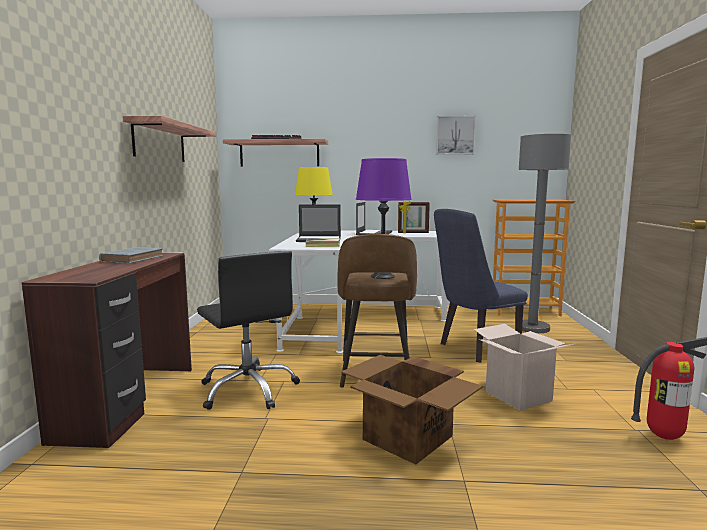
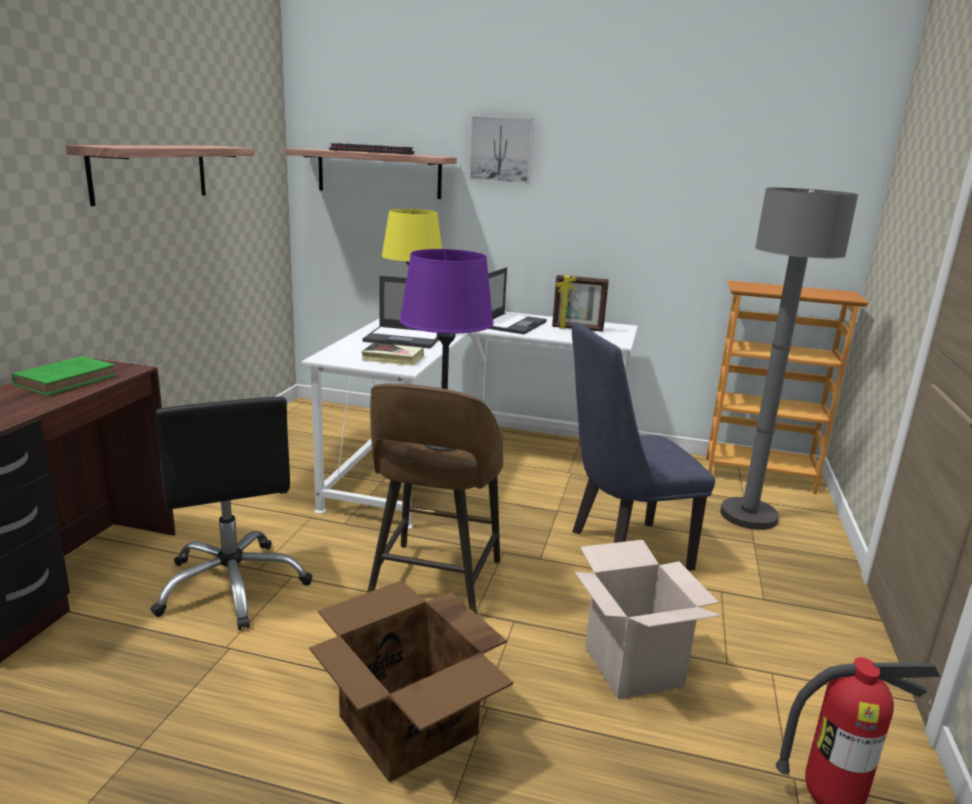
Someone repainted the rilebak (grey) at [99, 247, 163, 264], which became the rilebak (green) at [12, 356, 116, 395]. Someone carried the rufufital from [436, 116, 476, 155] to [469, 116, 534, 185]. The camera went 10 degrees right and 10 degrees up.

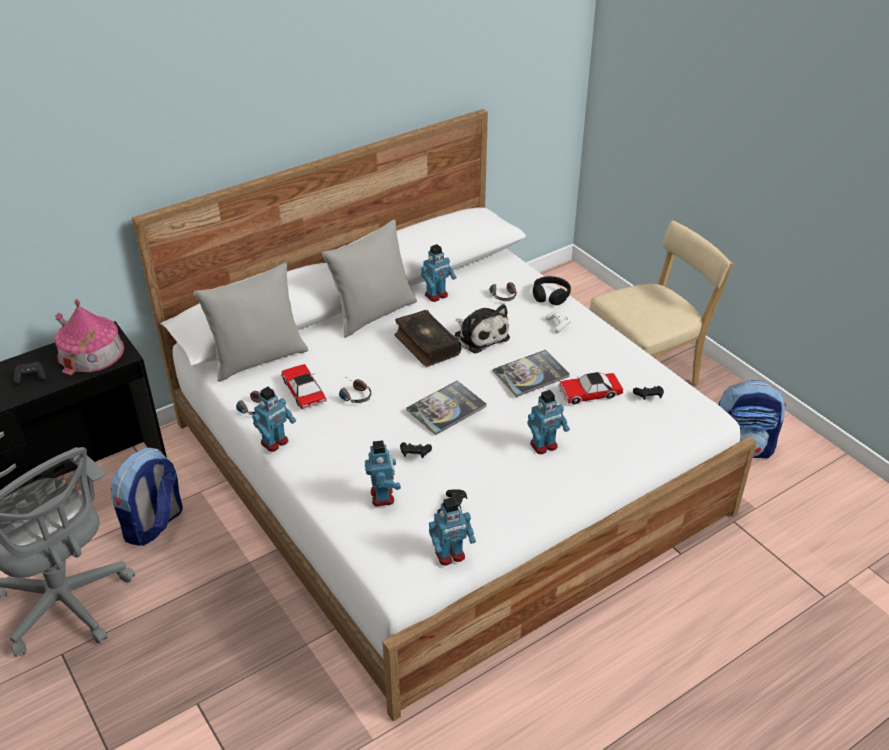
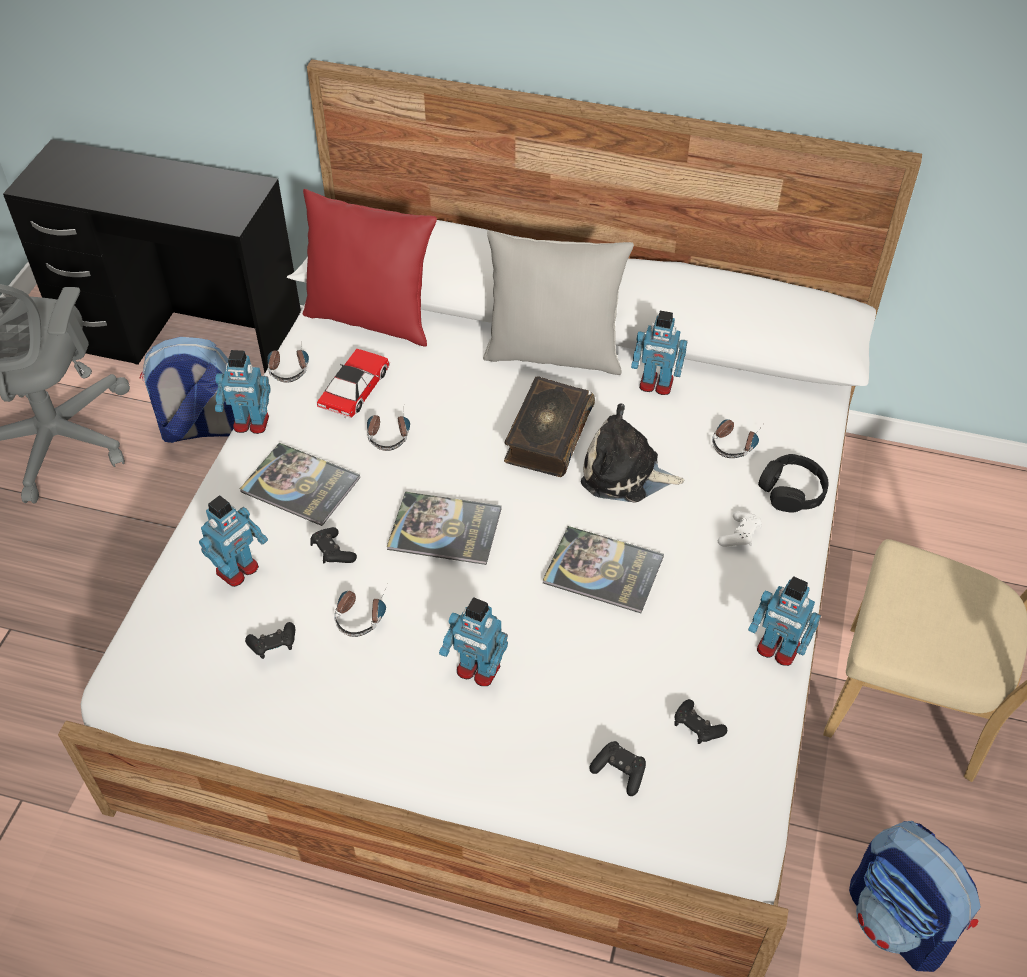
Someone carried the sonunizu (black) from [14, 362, 47, 386] to [590, 741, 646, 796]. Someone took away the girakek at [54, 299, 125, 376]. Someone repainted the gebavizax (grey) at [193, 263, 308, 382], which became the gebavizax (red) at [303, 189, 437, 347]. Someone carried the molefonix from [429, 497, 476, 565] to [748, 576, 821, 666]. Someone rotated the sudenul at [454, 304, 510, 354] by 90 degrees clockwise. Someone took away the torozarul at [558, 372, 623, 404]. Someone put down the rilebak at [240, 443, 360, 526]. Someone put down the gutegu at [334, 584, 388, 637]. The camera went 50 degrees right and 10 degrees up.

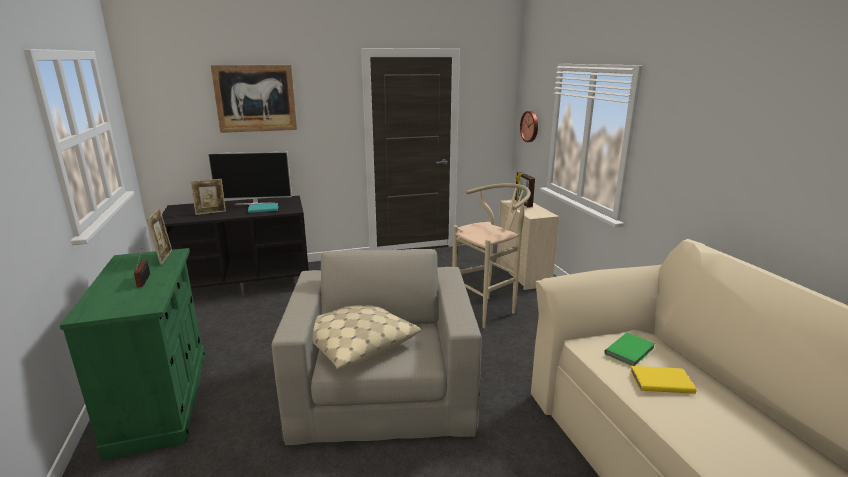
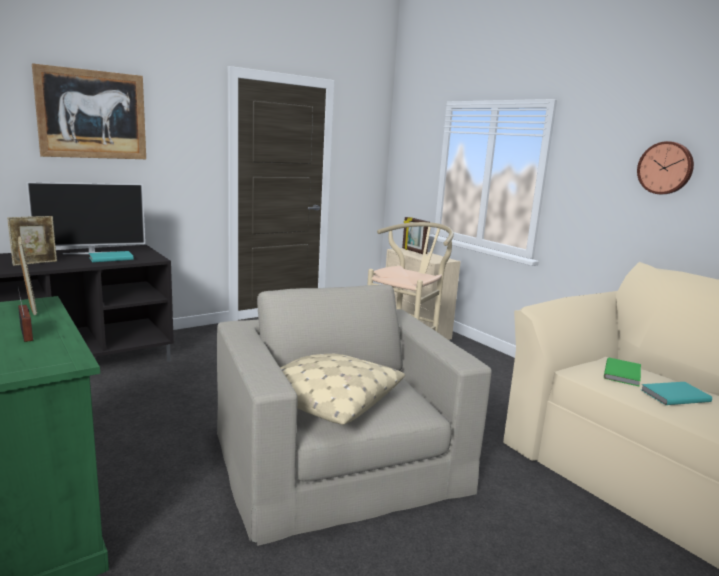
Someone carried the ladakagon from [520, 111, 538, 142] to [637, 141, 694, 194]. Someone repainted the rilebak (yellow) at [630, 366, 696, 394], which became the rilebak (turquoise) at [641, 382, 712, 405]. The camera went 20 degrees left and 5 degrees down.

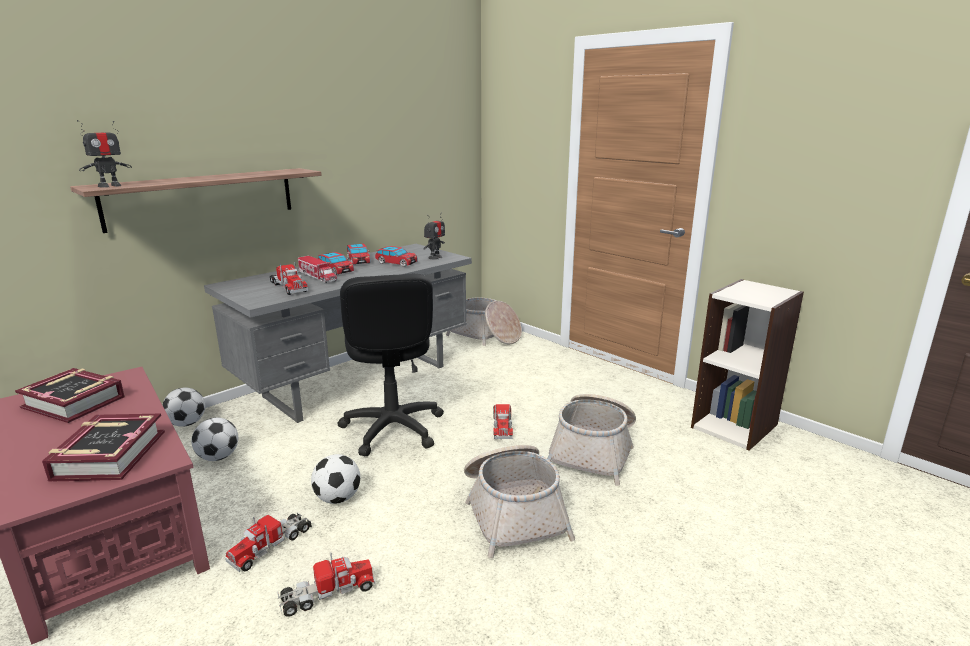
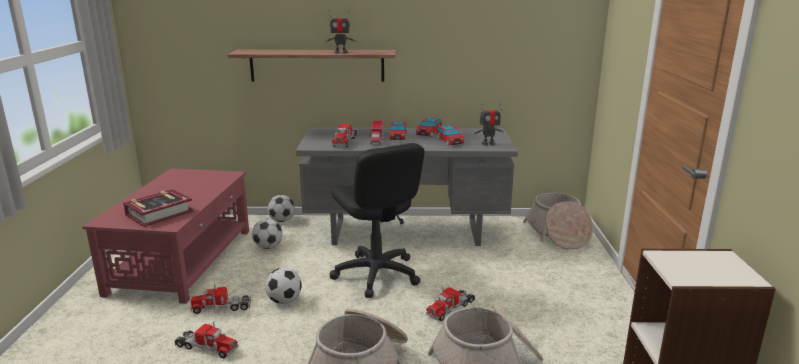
Someone took away the rilebak at [15, 368, 125, 423]. Someone carried the molefonix from [77, 120, 132, 188] to [325, 11, 356, 54]. Someone rotated the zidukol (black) at [337, 274, 444, 456] by 60 degrees counterclockwise. The camera went 45 degrees right and 0 degrees up.

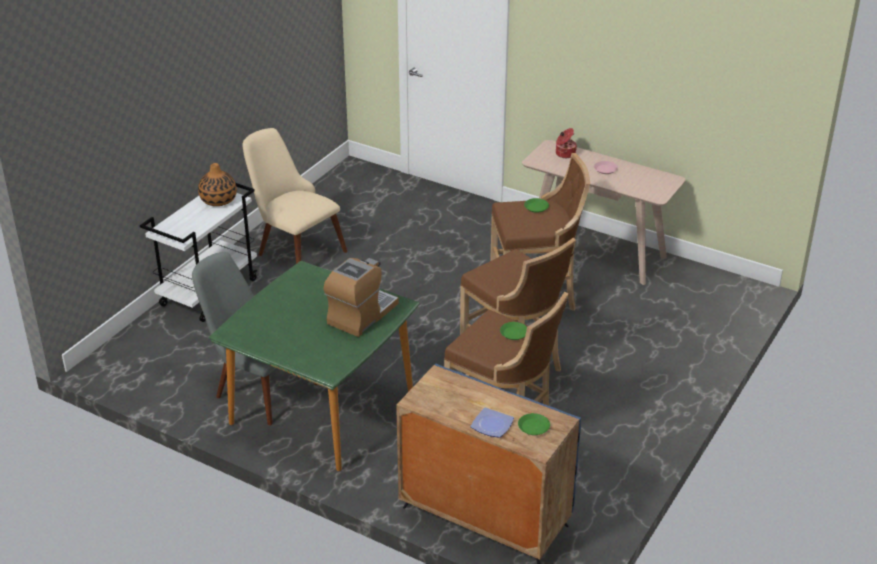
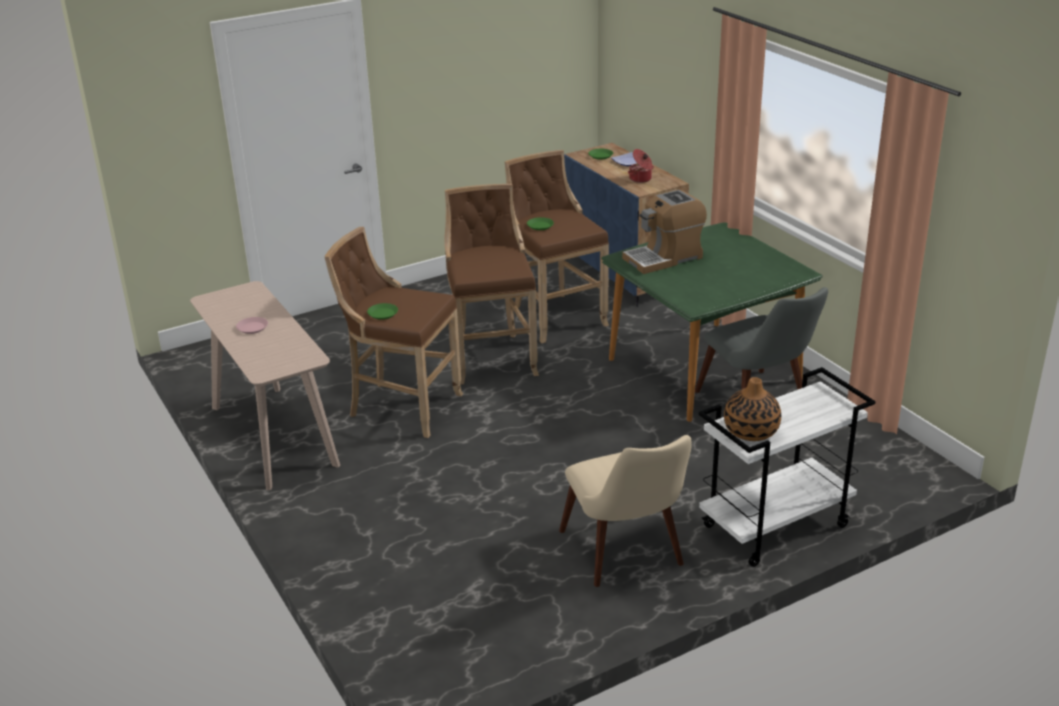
Someone carried the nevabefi from [556, 128, 577, 158] to [628, 149, 654, 183]. The camera went 150 degrees left and 5 degrees down.

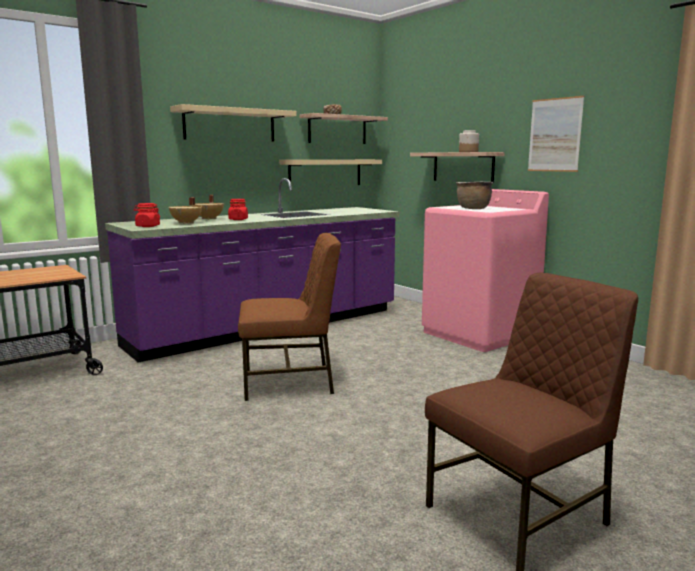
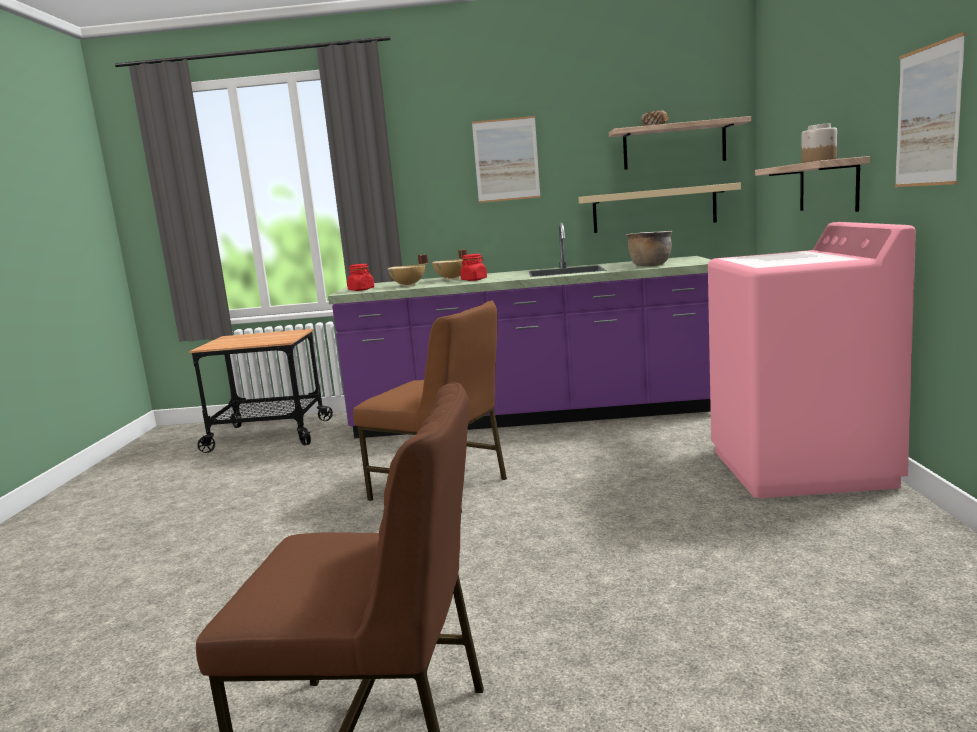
Someone swapped the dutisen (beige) at [170, 104, 297, 141] for the rufufital at [472, 116, 540, 203]. Someone carried the nevabefi (brown) from [456, 182, 493, 209] to [626, 231, 672, 266]. The camera went 40 degrees right and 0 degrees up.

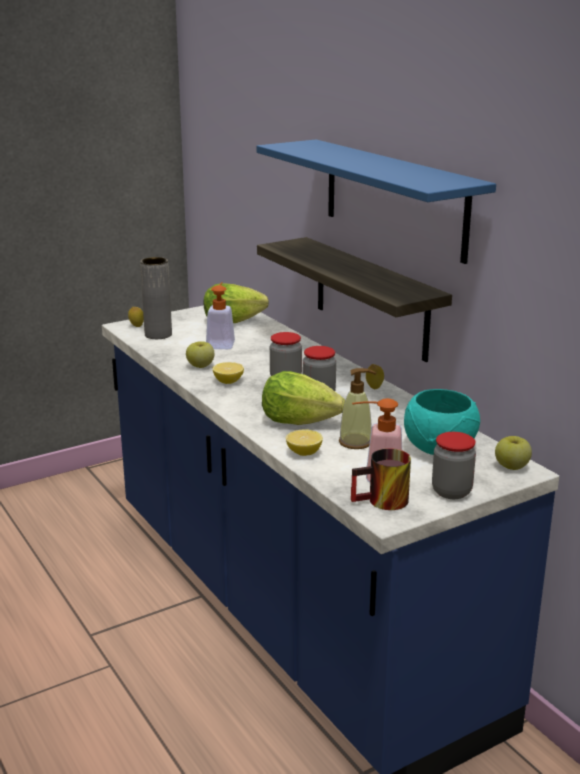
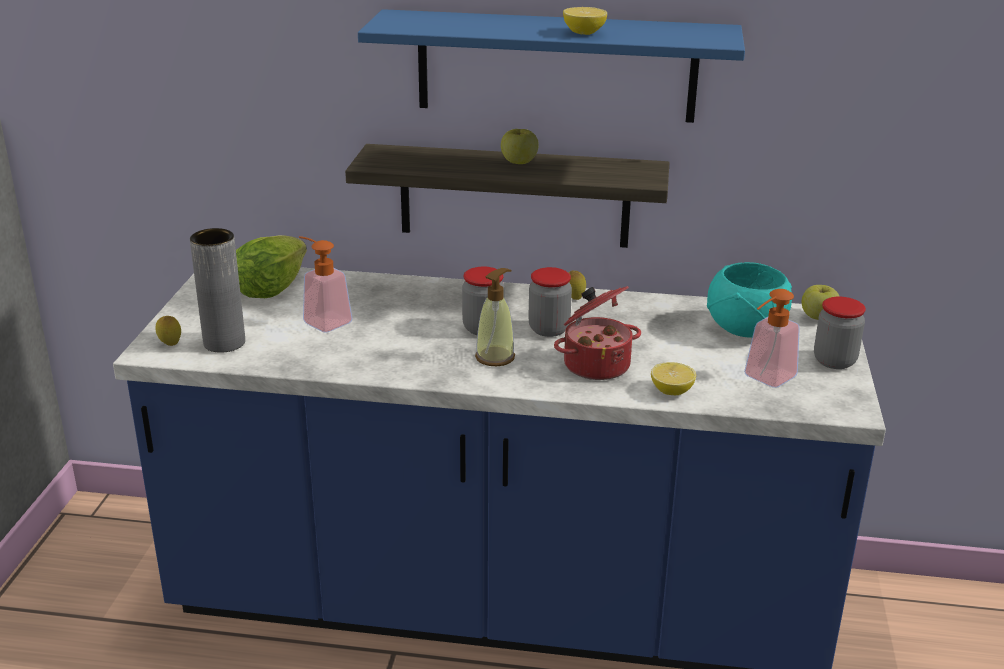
Someone carried the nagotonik from [186, 341, 214, 368] to [501, 129, 539, 164]. Someone carried the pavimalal from [212, 362, 244, 384] to [563, 7, 607, 35]. Someone swapped the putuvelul at [262, 371, 345, 425] for the nevabefi at [554, 286, 641, 380]. Someone carried the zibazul from [339, 368, 376, 449] to [475, 268, 515, 366]. Someone took away the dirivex at [351, 448, 411, 510]. The camera went 50 degrees left and 5 degrees up.

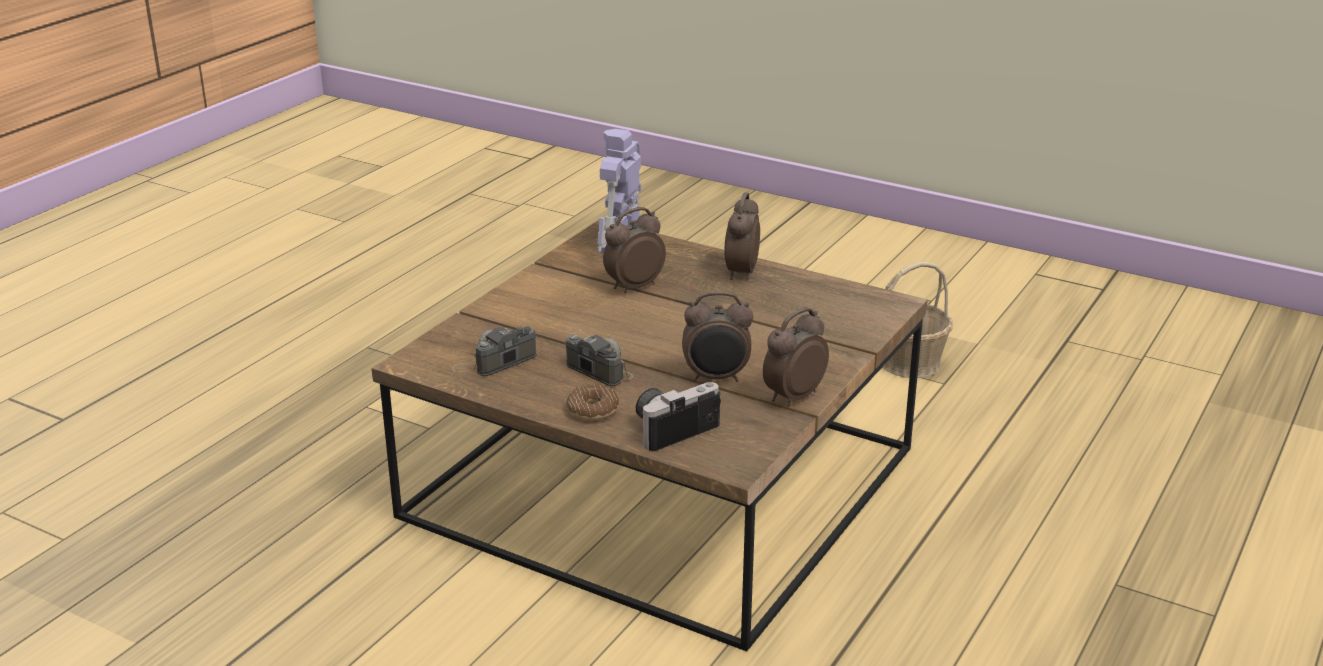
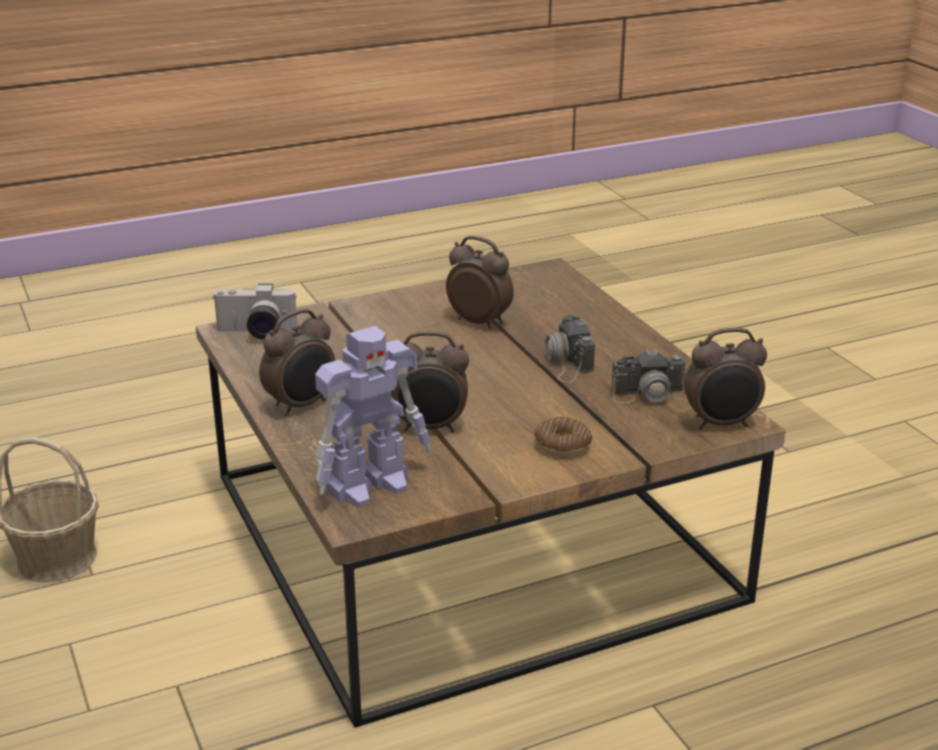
Someone carried the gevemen from [566, 385, 619, 421] to [534, 417, 592, 456]. Someone carried the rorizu from [636, 382, 721, 451] to [212, 284, 297, 340]. Someone carried the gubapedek from [763, 307, 829, 406] to [684, 328, 767, 430]. The camera went 145 degrees left and 0 degrees up.

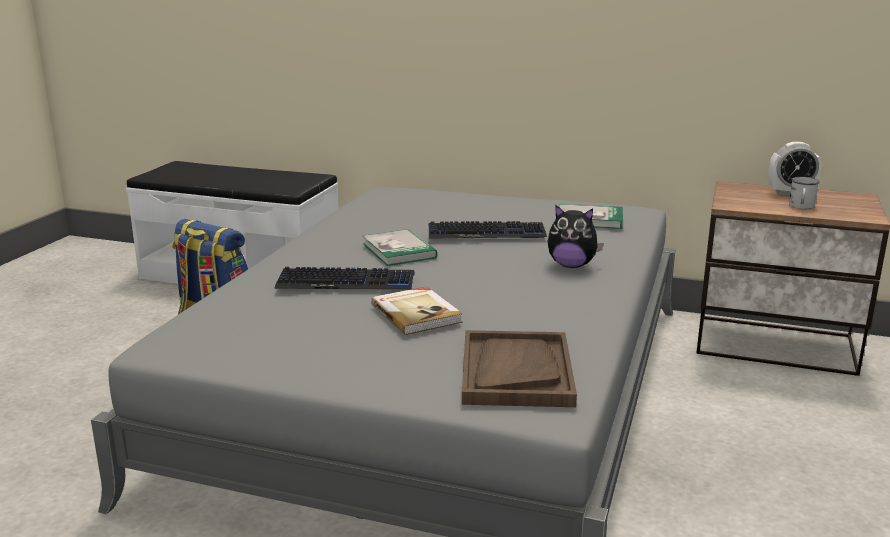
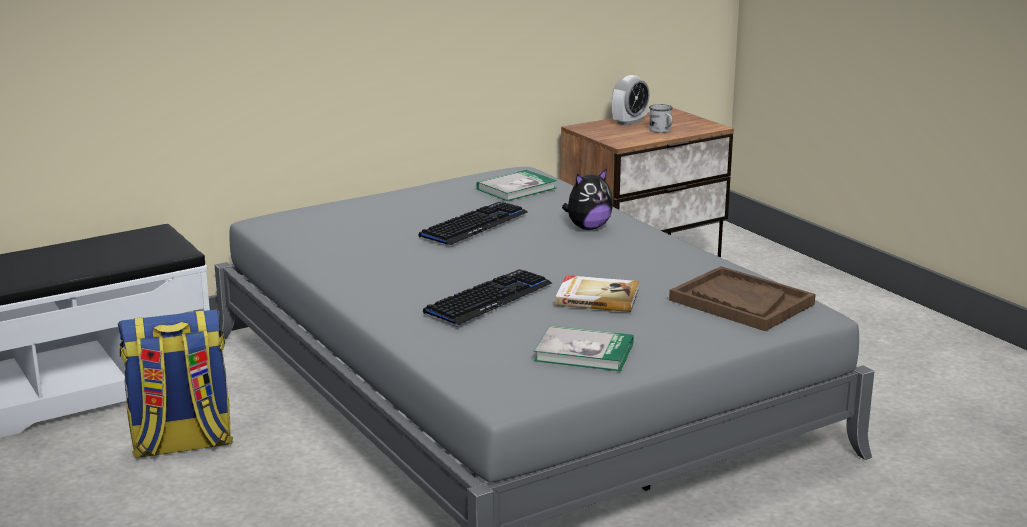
Someone carried the rilebak from [363, 229, 437, 266] to [534, 326, 634, 371]. The camera went 50 degrees left and 0 degrees up.

